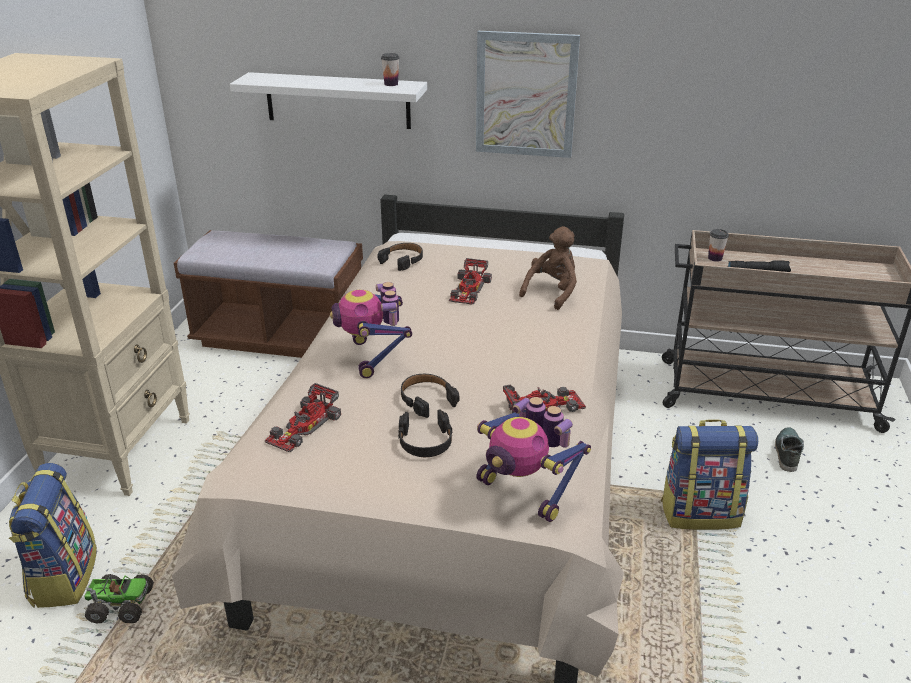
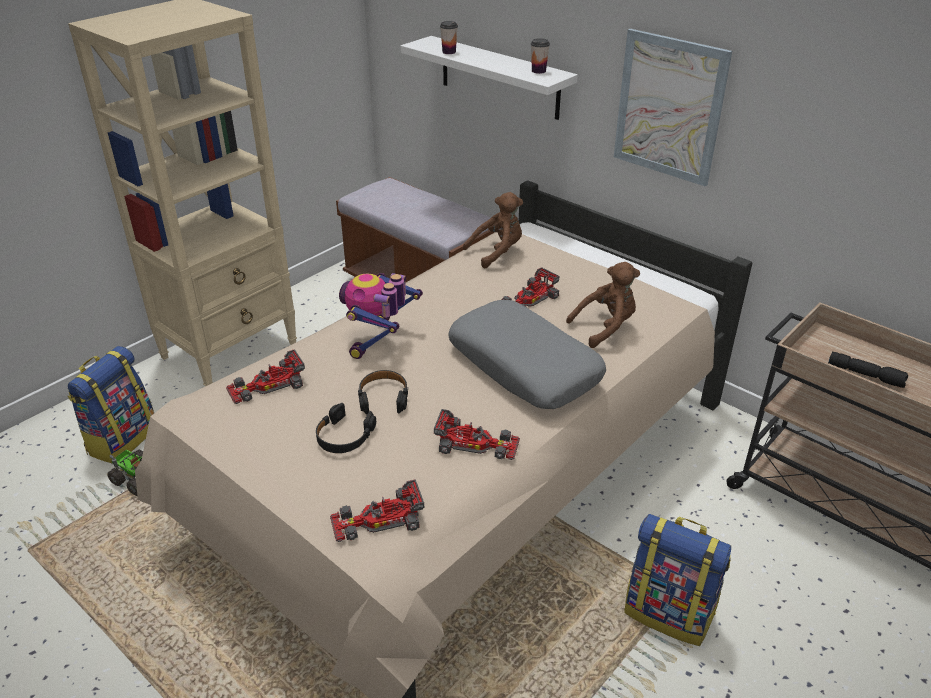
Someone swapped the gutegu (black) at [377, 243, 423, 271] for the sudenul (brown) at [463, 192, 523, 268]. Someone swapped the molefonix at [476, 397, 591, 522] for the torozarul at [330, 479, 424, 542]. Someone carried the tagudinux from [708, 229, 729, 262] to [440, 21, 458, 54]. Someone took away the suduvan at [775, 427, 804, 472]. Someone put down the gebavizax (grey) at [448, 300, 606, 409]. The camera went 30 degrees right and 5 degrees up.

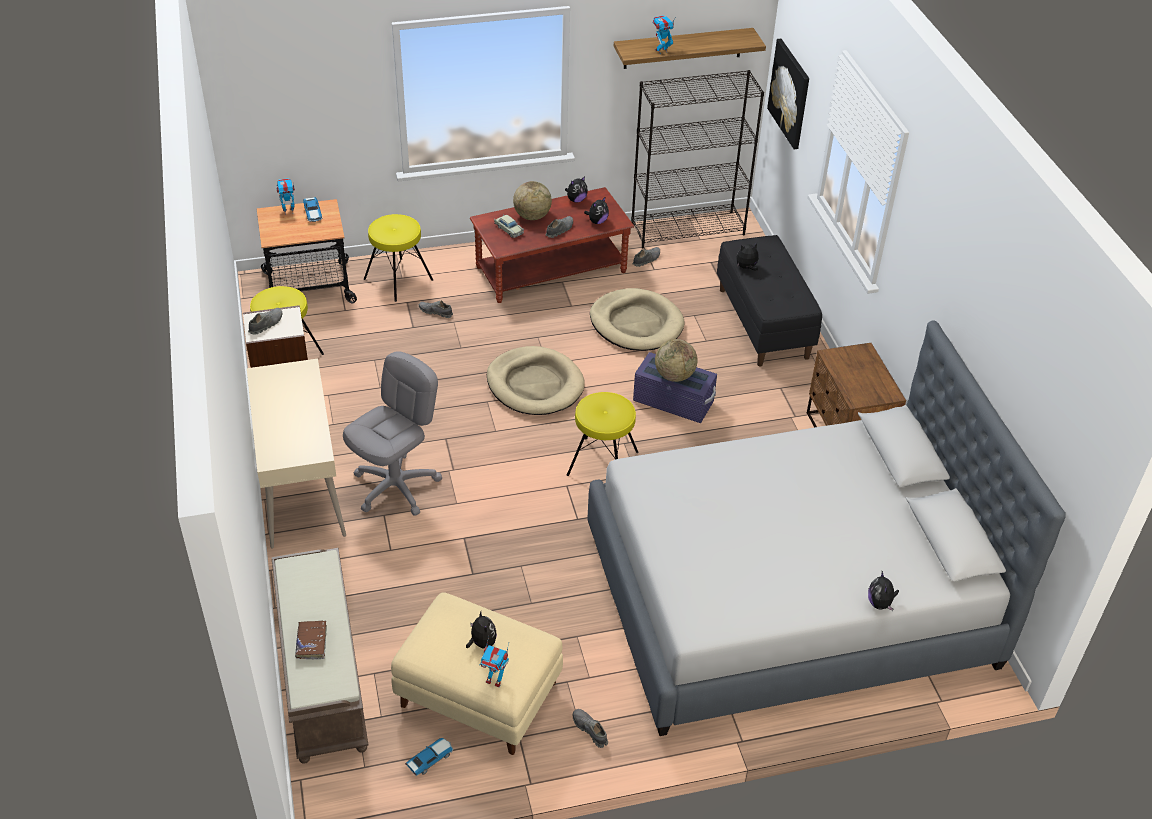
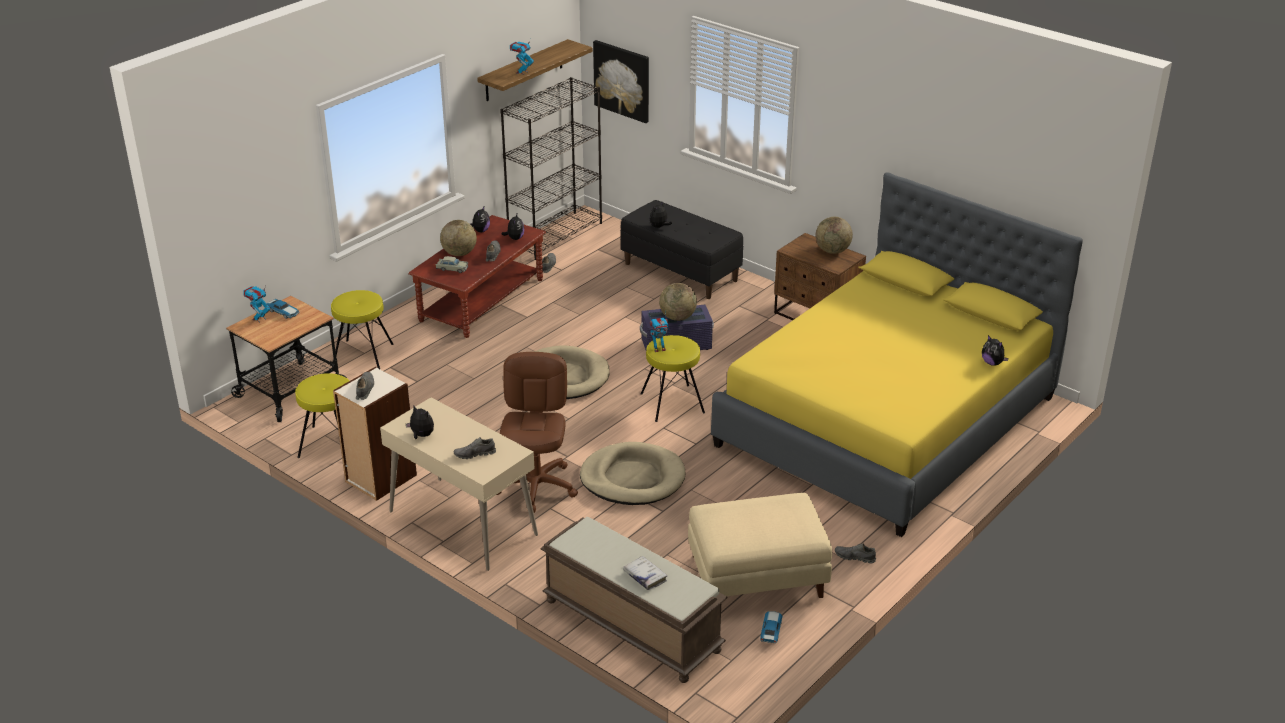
Someone repainted the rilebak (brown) at [295, 620, 327, 660], which became the rilebak (white) at [623, 556, 667, 590]. Someone repainted the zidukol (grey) at [343, 351, 442, 515], which became the zidukol (brown) at [497, 352, 578, 513]. Someone carried the suduvan (grey) from [419, 300, 453, 318] to [454, 437, 496, 459]. Someone carried the sudenul from [466, 612, 497, 649] to [406, 406, 434, 439]. Someone carried the molefonix from [479, 636, 509, 687] to [649, 312, 669, 352]. Someone repainted the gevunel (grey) at [587, 320, 1066, 736], which became the gevunel (yellow) at [711, 172, 1083, 537]. Someone carried the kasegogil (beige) from [590, 288, 684, 351] to [580, 442, 685, 505]. Someone put down the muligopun at [816, 217, 853, 254]. The camera went 35 degrees left and 10 degrees down.

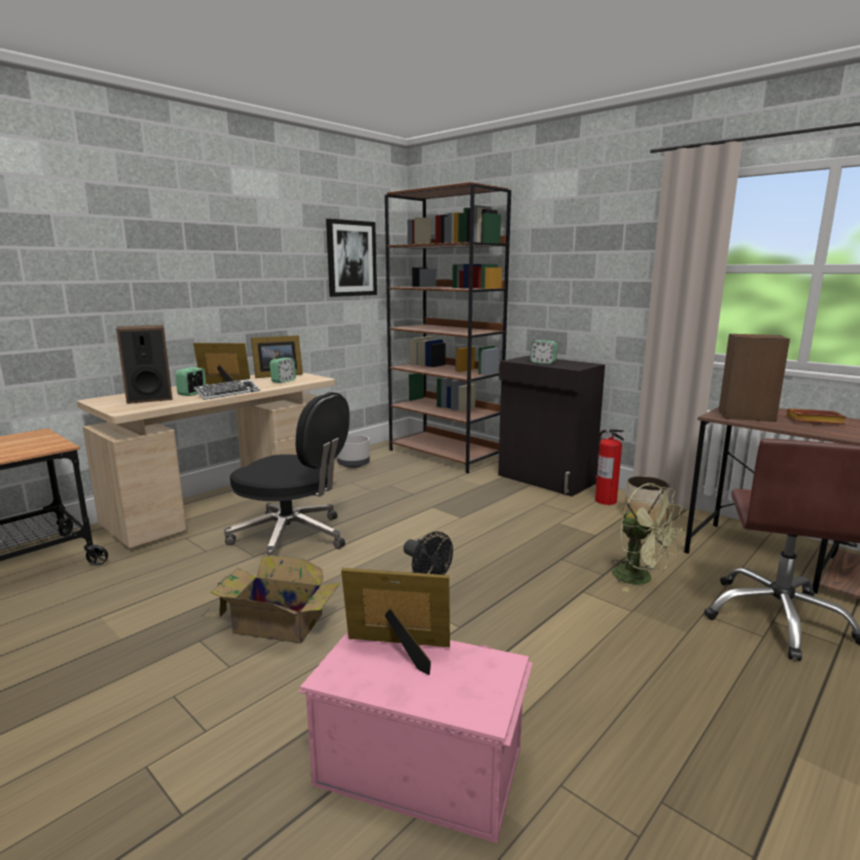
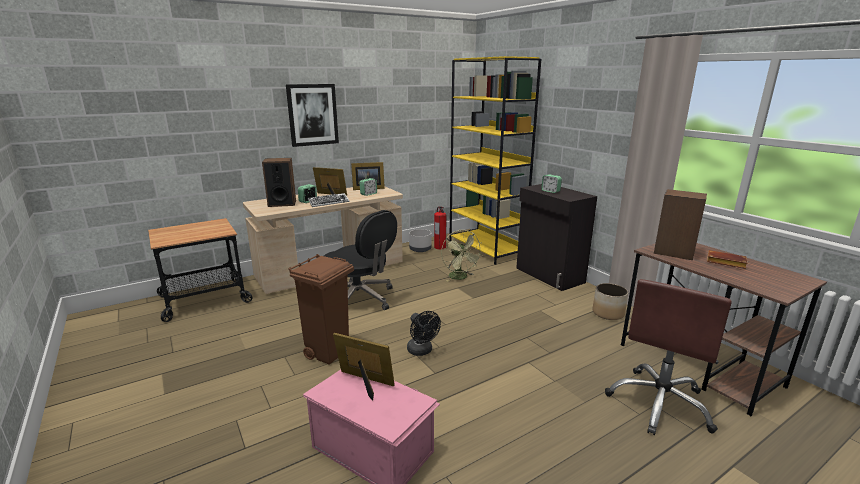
Someone swapped the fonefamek at [202, 554, 340, 643] for the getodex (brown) at [288, 254, 354, 365]. Someone carried the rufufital from [326, 219, 377, 297] to [286, 84, 339, 147]. Someone repainted the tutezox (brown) at [385, 182, 511, 473], which became the tutezox (yellow) at [449, 56, 541, 265]. Someone carried the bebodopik from [595, 429, 624, 505] to [434, 206, 447, 250]. Someone carried the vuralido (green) from [611, 483, 685, 592] to [441, 230, 481, 282]. The camera went 15 degrees right and 5 degrees up.

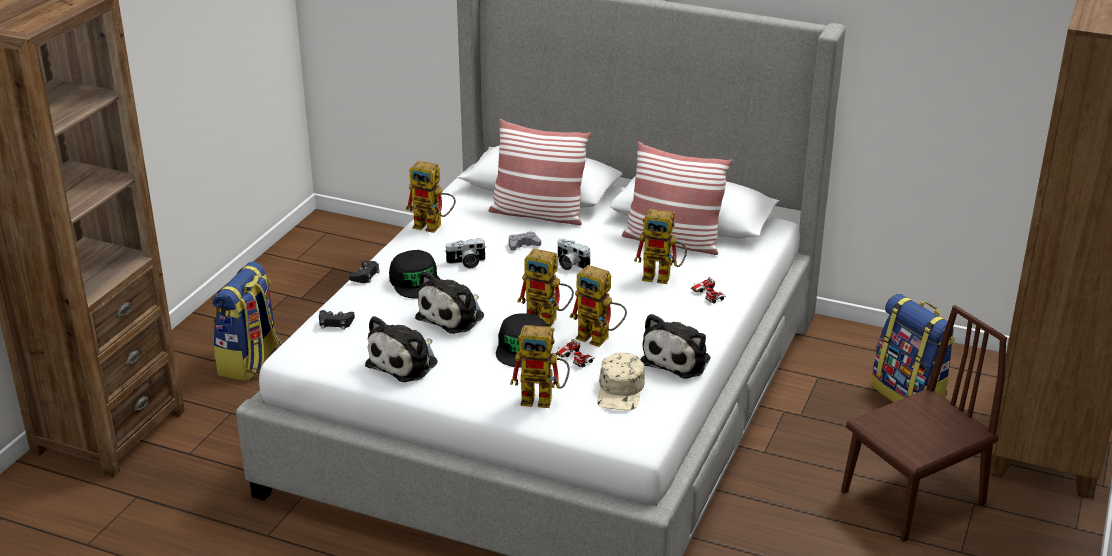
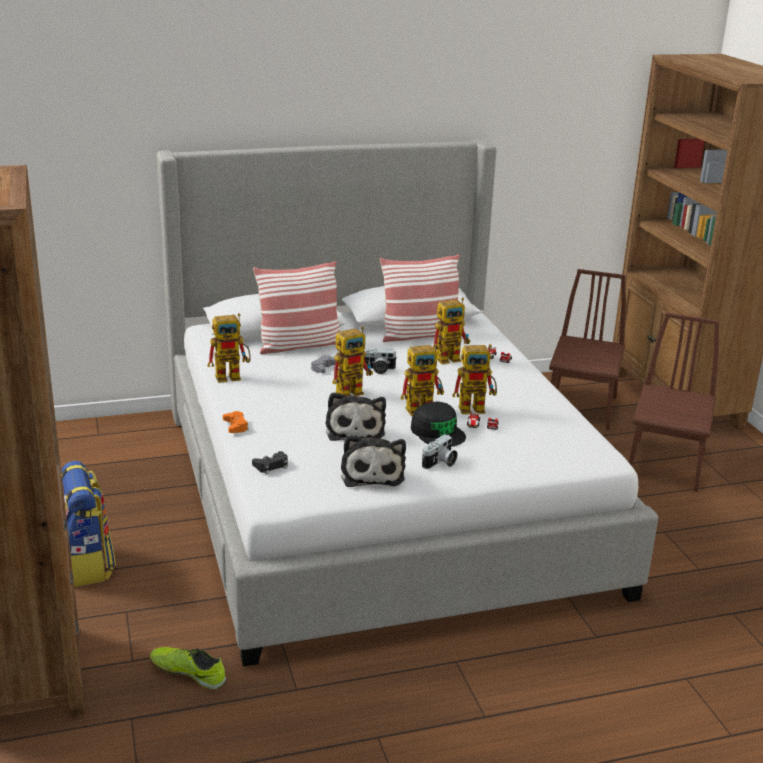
Someone repainted the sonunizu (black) at [349, 260, 380, 283], which became the sonunizu (orange) at [223, 411, 248, 433]. Someone took away the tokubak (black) at [389, 250, 441, 299]. Someone carried the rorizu from [445, 238, 486, 268] to [422, 434, 457, 469]. Someone carried the molefonix from [510, 325, 570, 408] to [332, 327, 373, 397]. Someone took away the tokubak (beige) at [597, 352, 645, 410]. Someone took away the sudenul at [640, 314, 710, 379]. Someone swapped the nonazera at [871, 294, 955, 402] for the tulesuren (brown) at [549, 269, 626, 430]. Someone put down the suduvan at [150, 647, 226, 690]. The camera went 40 degrees left and 5 degrees down.

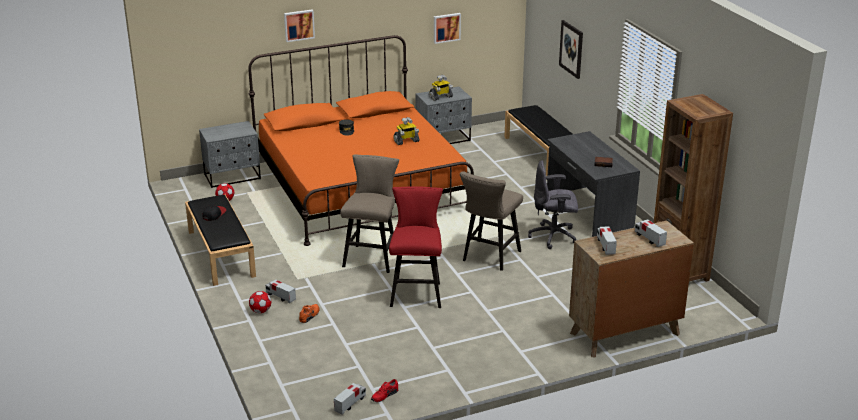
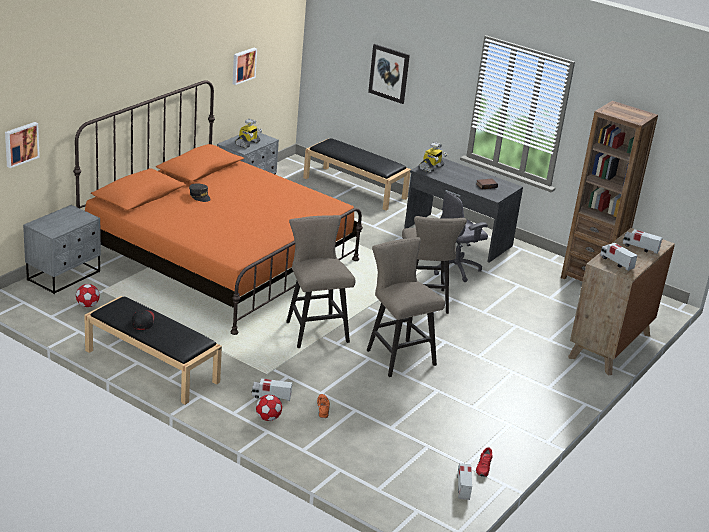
Someone carried the rufufital from [284, 9, 315, 42] to [5, 122, 40, 168]. Someone repainted the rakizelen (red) at [389, 186, 443, 308], which became the rakizelen (beige) at [367, 237, 445, 377]. Someone carried the molefonix from [393, 117, 419, 145] to [419, 142, 447, 173]. The camera went 35 degrees left and 0 degrees up.

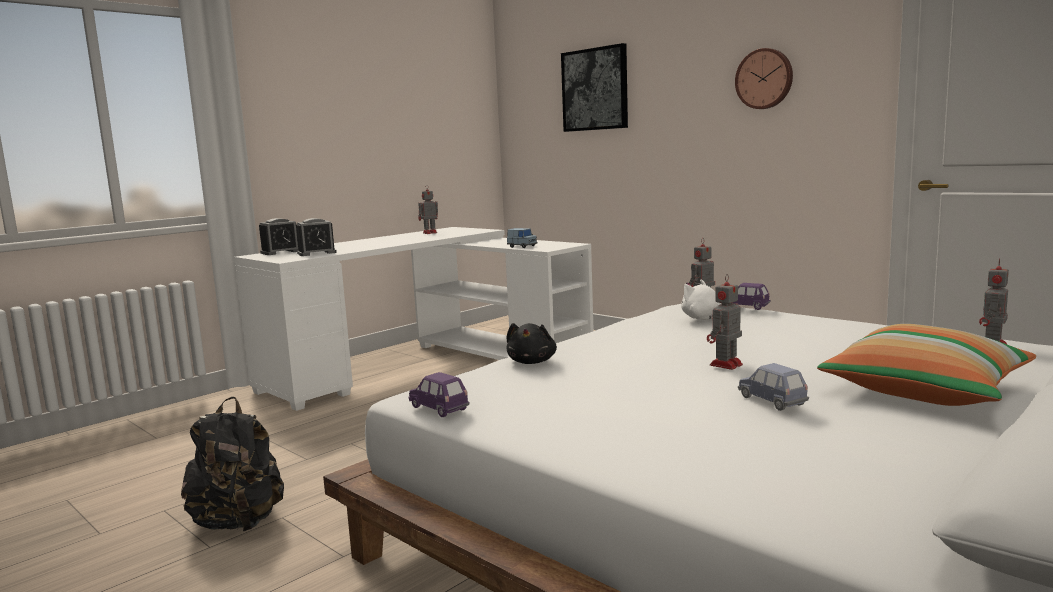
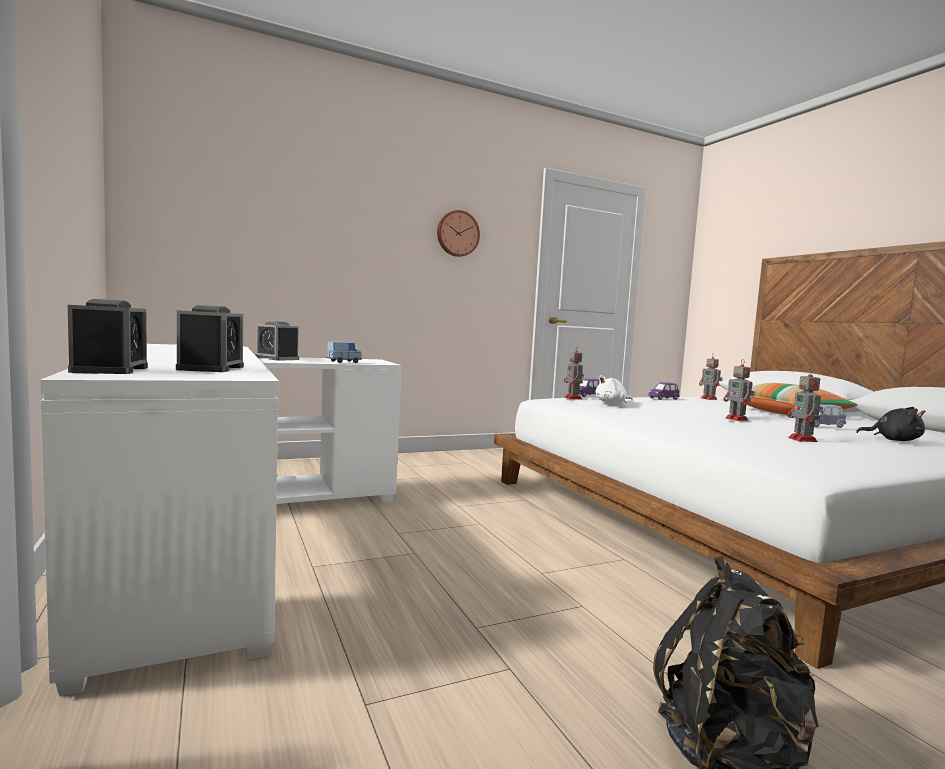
Someone carried the torozarul (purple) from [408, 372, 469, 417] to [648, 383, 680, 400]. Someone carried the molefonix from [418, 185, 438, 234] to [788, 368, 823, 442]. Someone carried the sudenul (black) from [507, 323, 557, 364] to [856, 407, 925, 441]. Someone took away the rufufital at [561, 43, 628, 132]. Someone put down the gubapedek at [255, 321, 299, 361]. The camera went 70 degrees left and 5 degrees down.

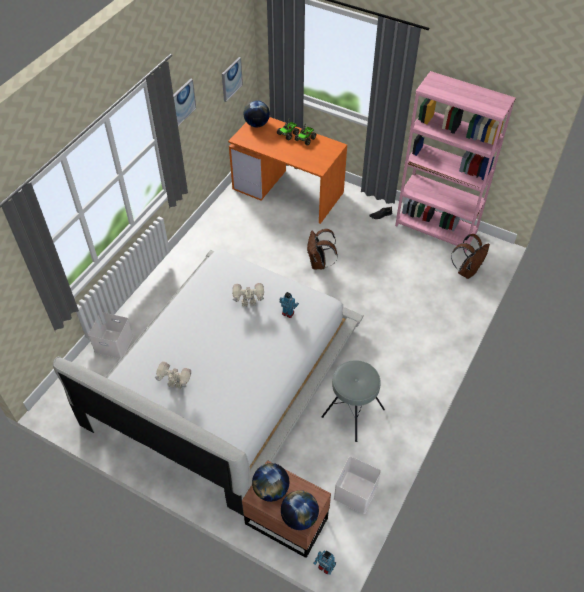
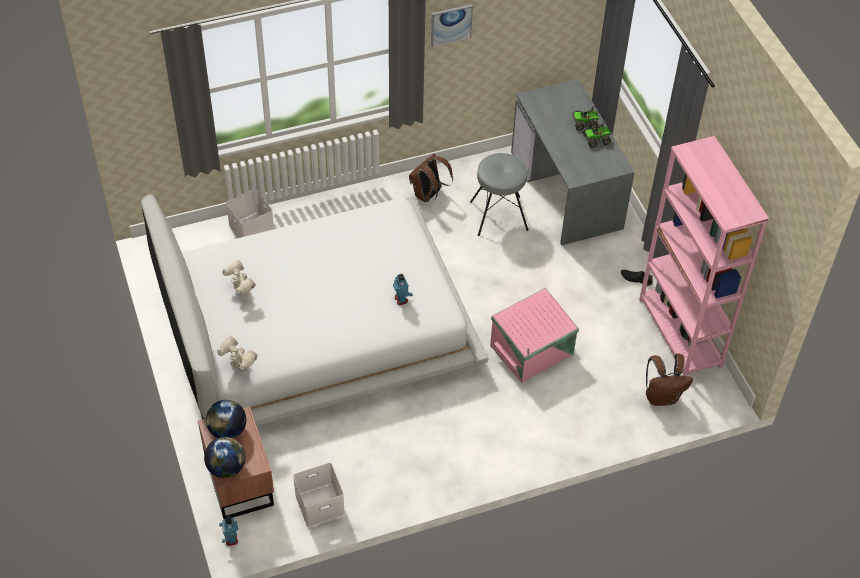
Someone took away the rufufital at [222, 57, 243, 102]. Someone repainted the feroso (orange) at [228, 117, 347, 224], which became the feroso (grey) at [511, 79, 635, 246]. Someone carried the molefonix from [232, 283, 264, 307] to [217, 336, 258, 373]. Someone took away the muligopun at [244, 100, 270, 127]. Someone carried the nonazera (brown) from [307, 229, 338, 269] to [409, 153, 453, 202]. Someone carried the rakizelen (grey) from [322, 360, 385, 442] to [470, 153, 528, 236]. Someone put down the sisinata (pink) at [490, 288, 579, 383]. The camera went 40 degrees right and 0 degrees up.

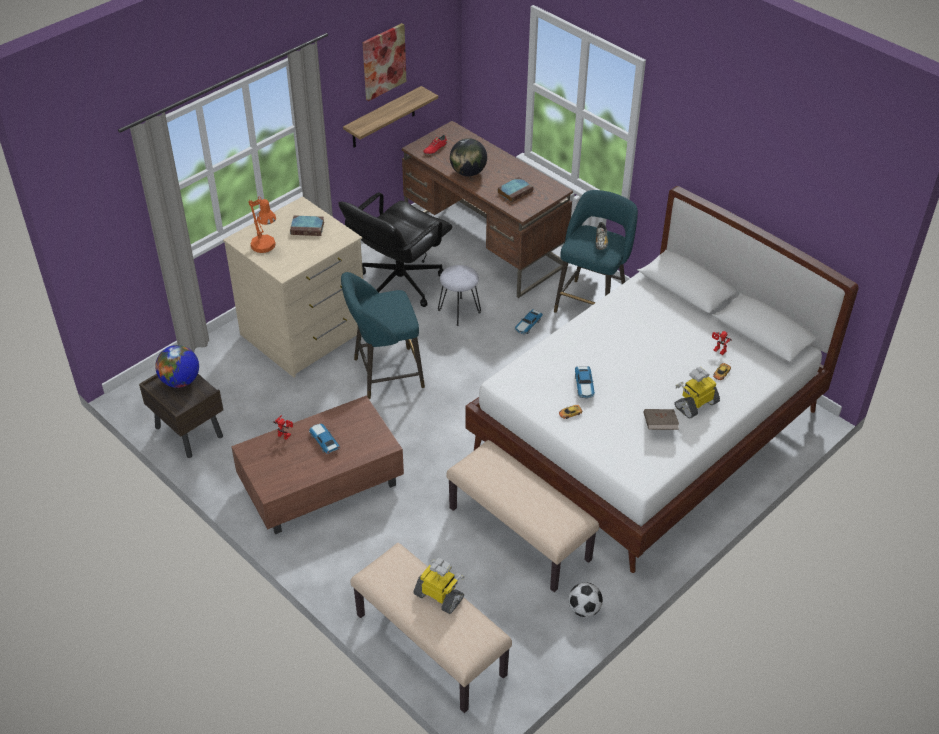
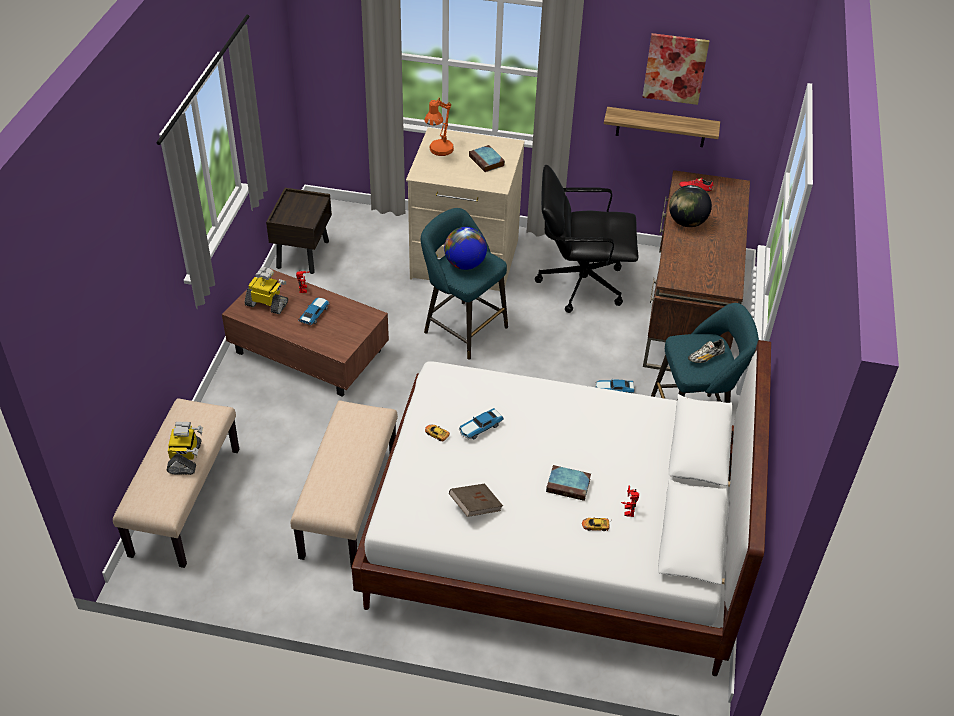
Someone carried the muligopun from [155, 345, 199, 388] to [444, 227, 487, 270]. Someone took away the rakizelen (grey) at [438, 265, 481, 326]. Someone carried the rilebak from [498, 177, 533, 203] to [546, 465, 591, 501]. Someone took away the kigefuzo at [568, 582, 603, 617]. Someone carried the molefonix from [674, 367, 720, 419] to [245, 267, 288, 314]. The camera went 55 degrees right and 0 degrees up.

